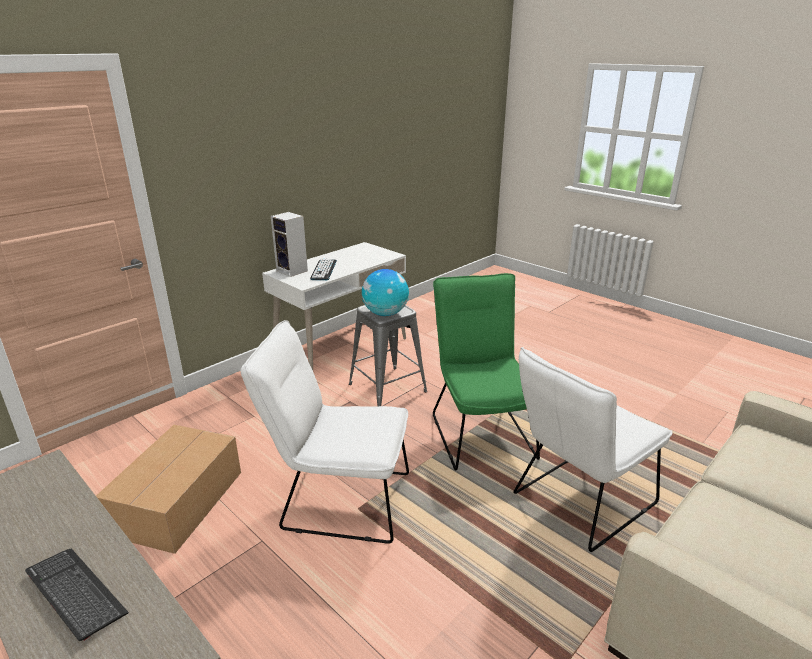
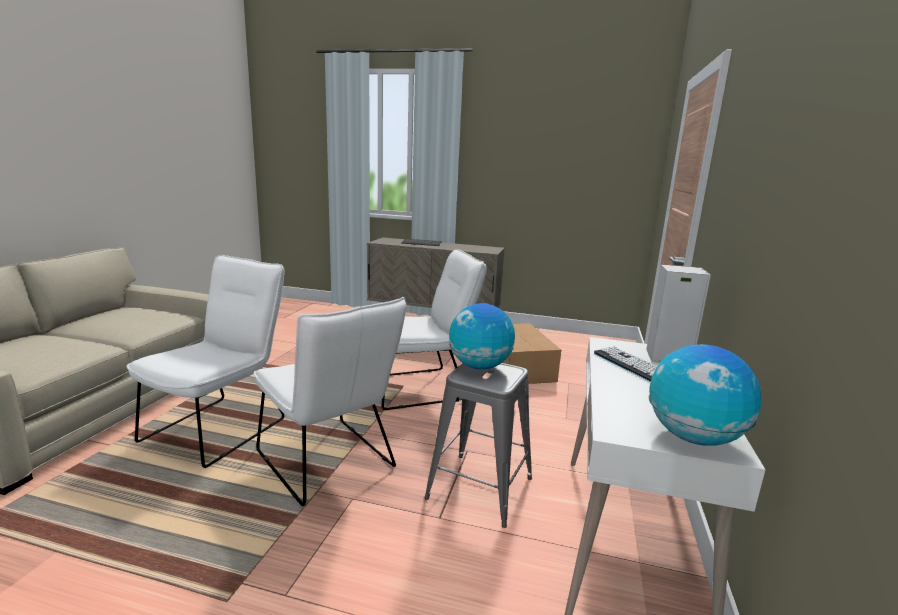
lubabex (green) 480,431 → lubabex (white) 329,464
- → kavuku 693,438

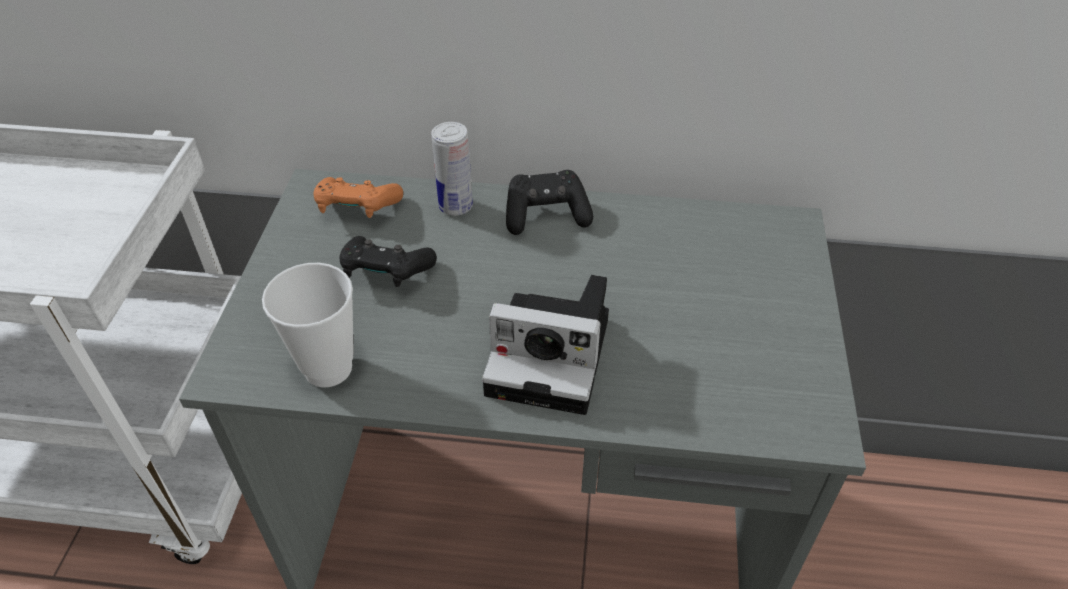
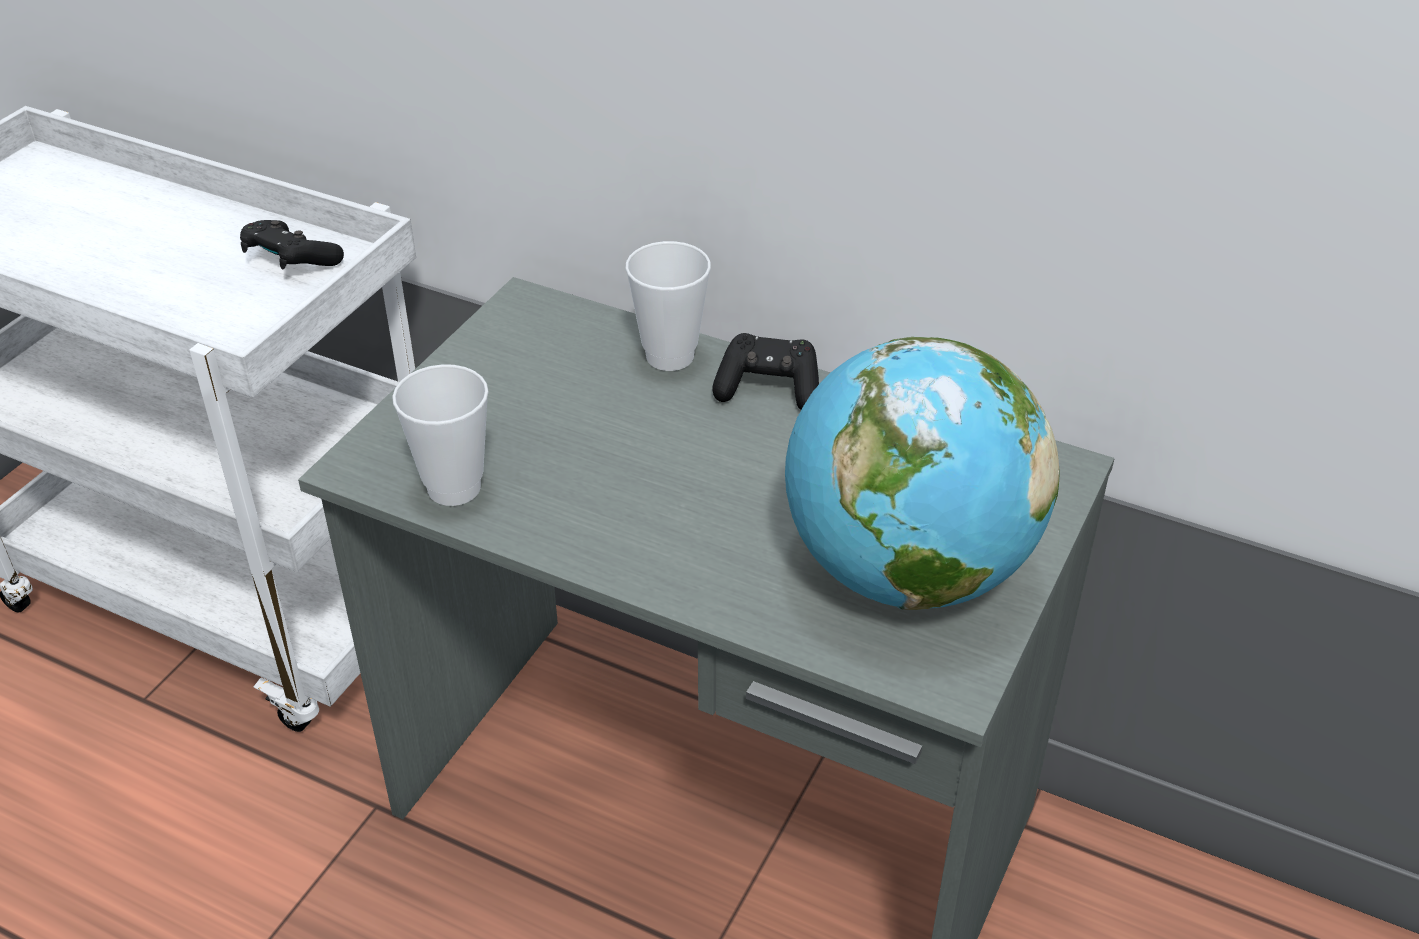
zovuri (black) 386,274 → zovuri (black) 291,262, relocated
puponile 455,206 → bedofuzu 670,356
- → kavuku 906,571
zovuri (orange) 357,209 → -
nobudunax 554,355 → -

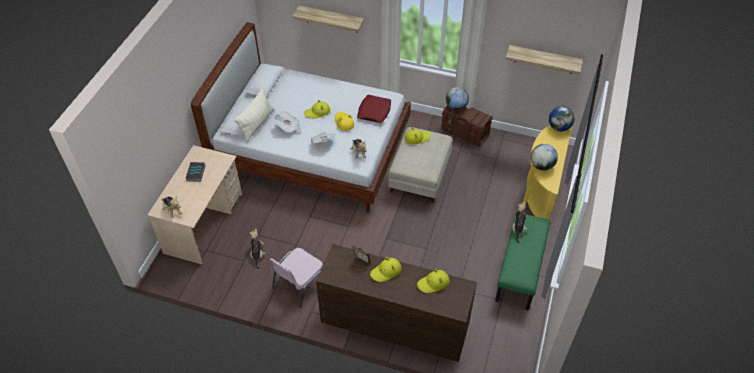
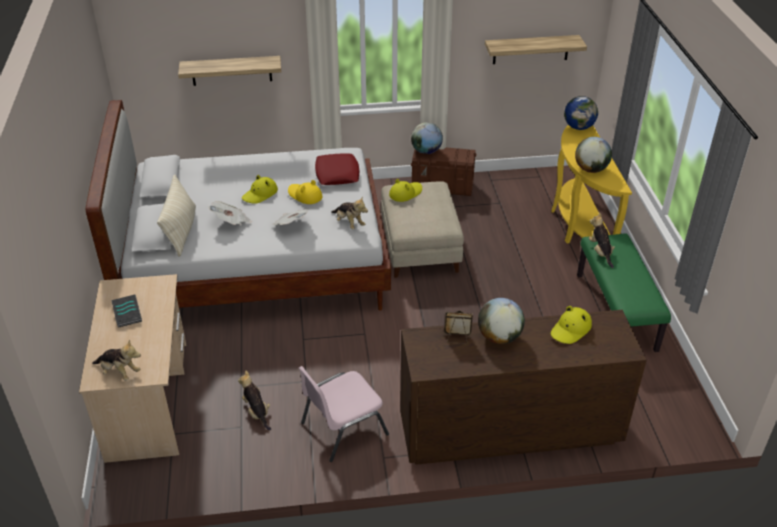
lubabex (pink) 299,284 → lubabex (pink) 342,428, 45 degrees clockwise
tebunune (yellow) 386,271 → kavuku 499,337

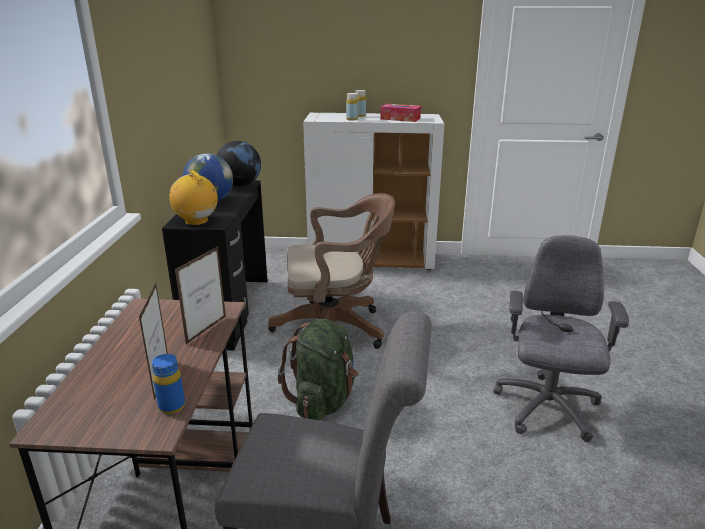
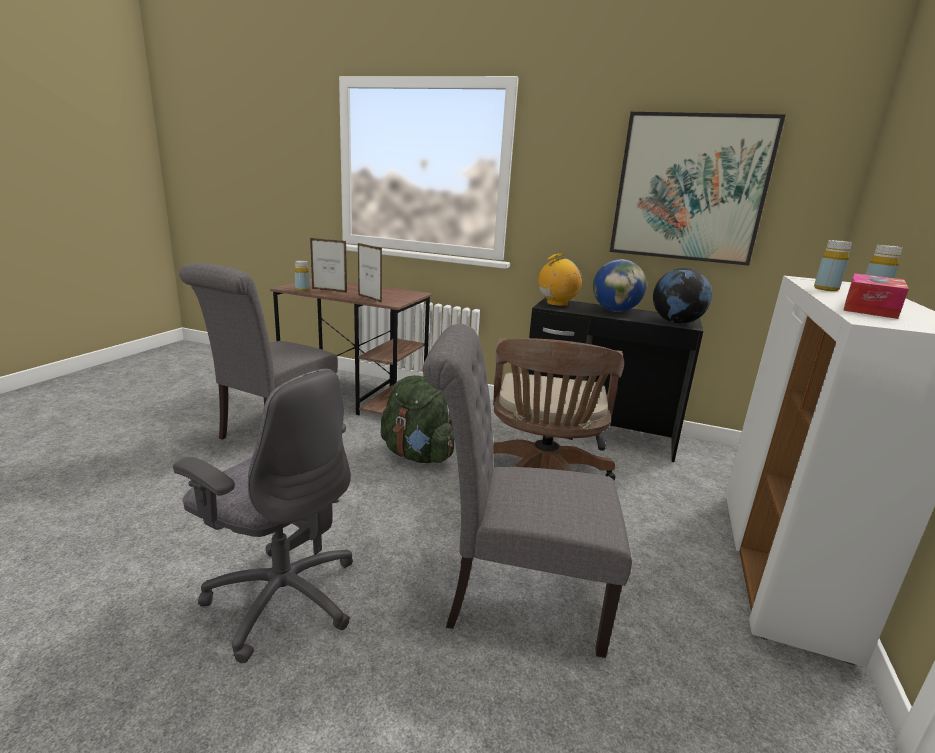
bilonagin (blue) 172,406 → bilonagin (yellow) 302,290
- → lubabex (grey) 514,599
- → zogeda 689,189

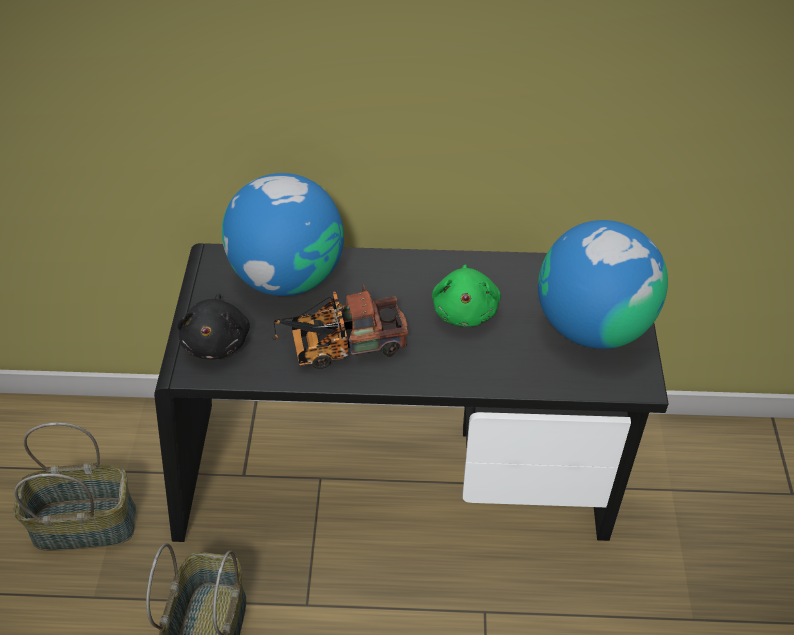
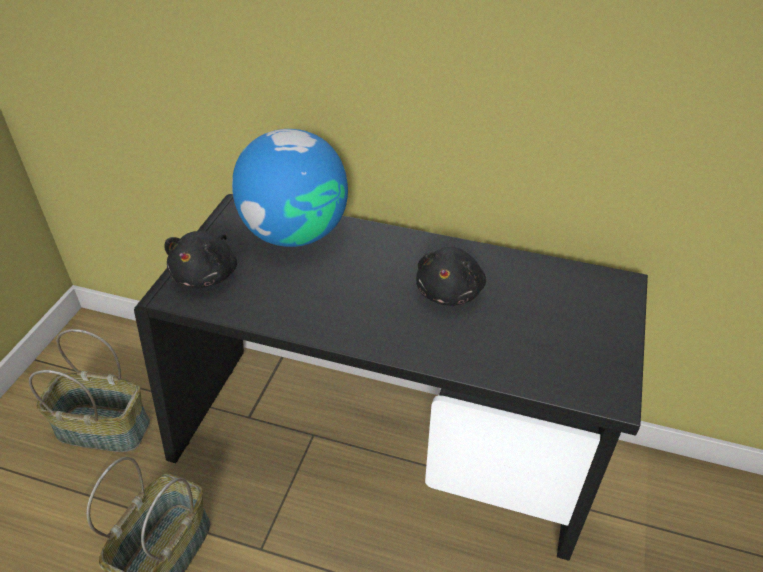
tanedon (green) 465,310 → tanedon (black) 450,291
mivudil 341,346 → -
kavuku 593,326 → -

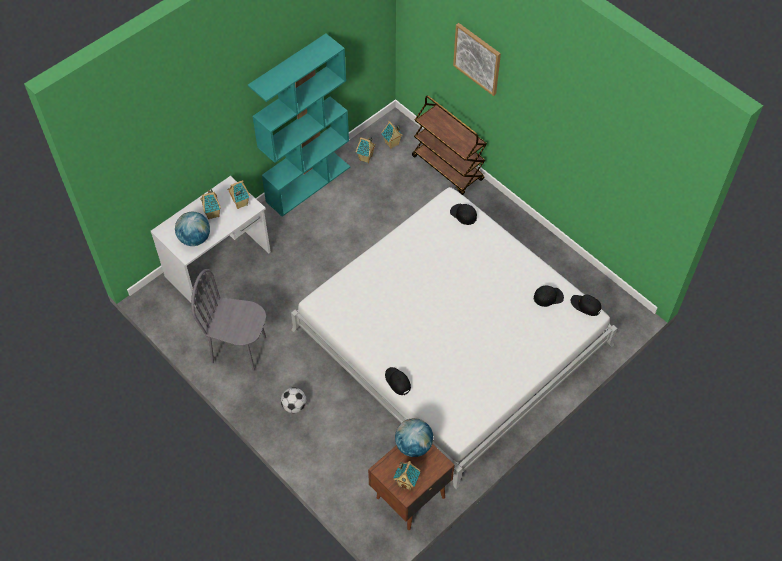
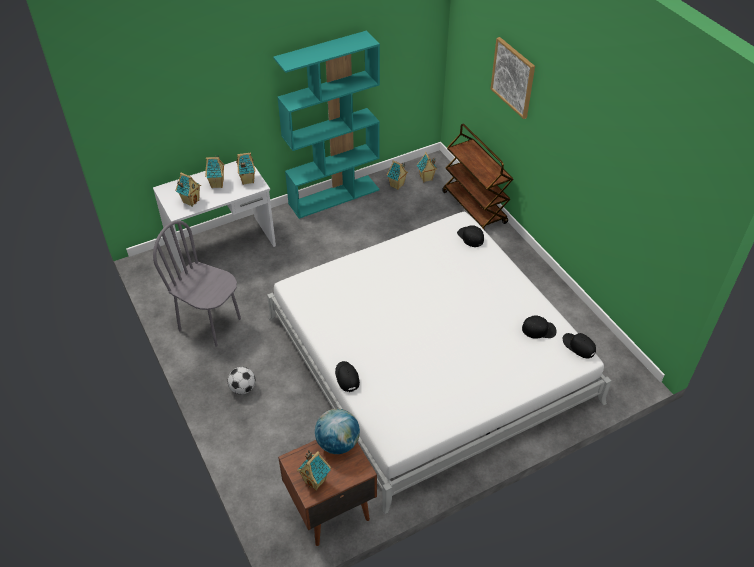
kavuku 195,238 → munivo 191,201

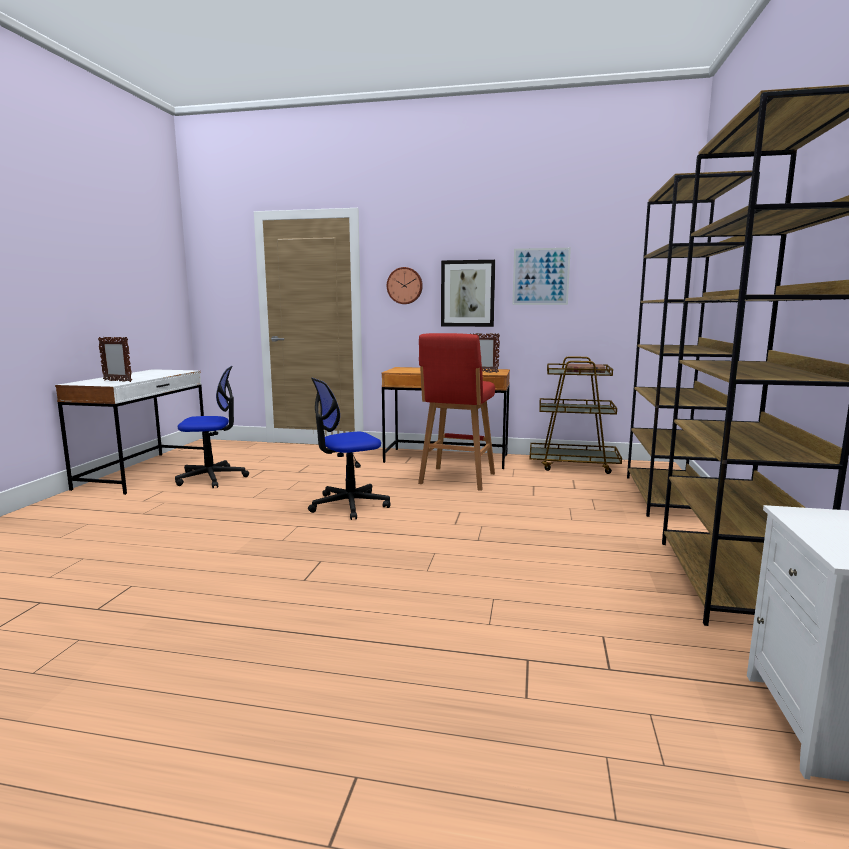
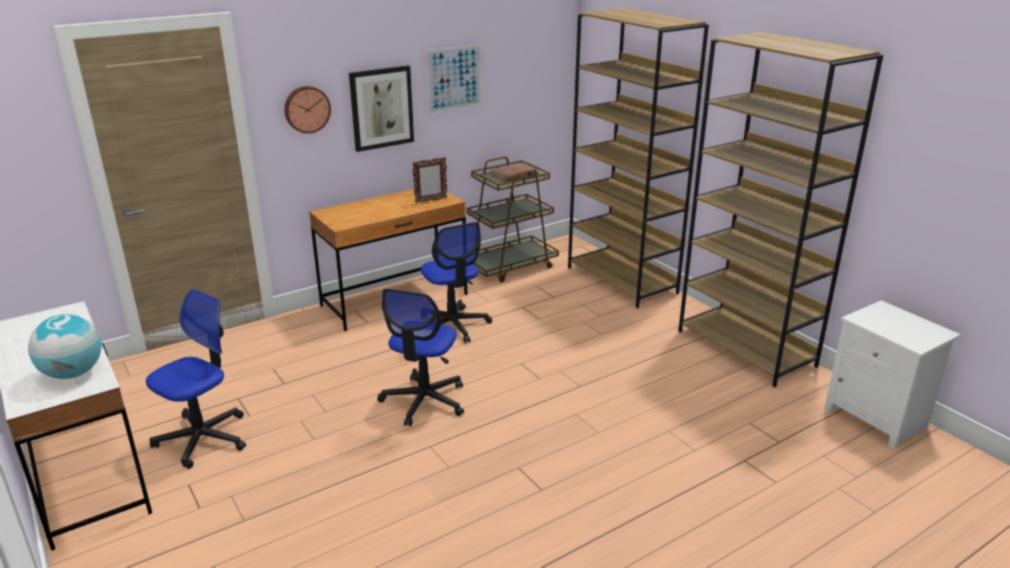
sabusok 117,381 → kavuku 73,373
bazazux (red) 456,479 → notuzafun 453,325

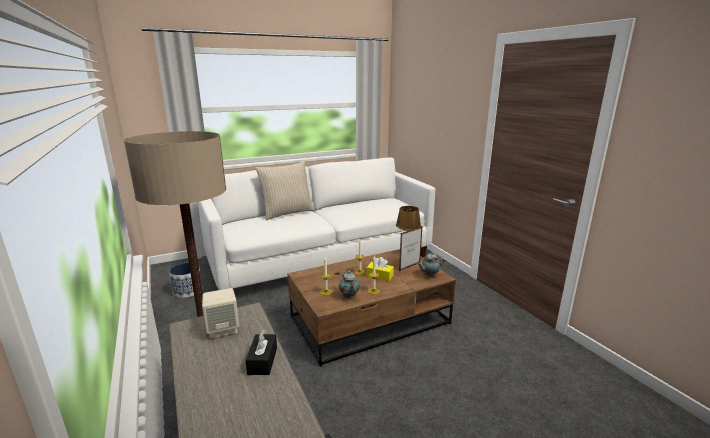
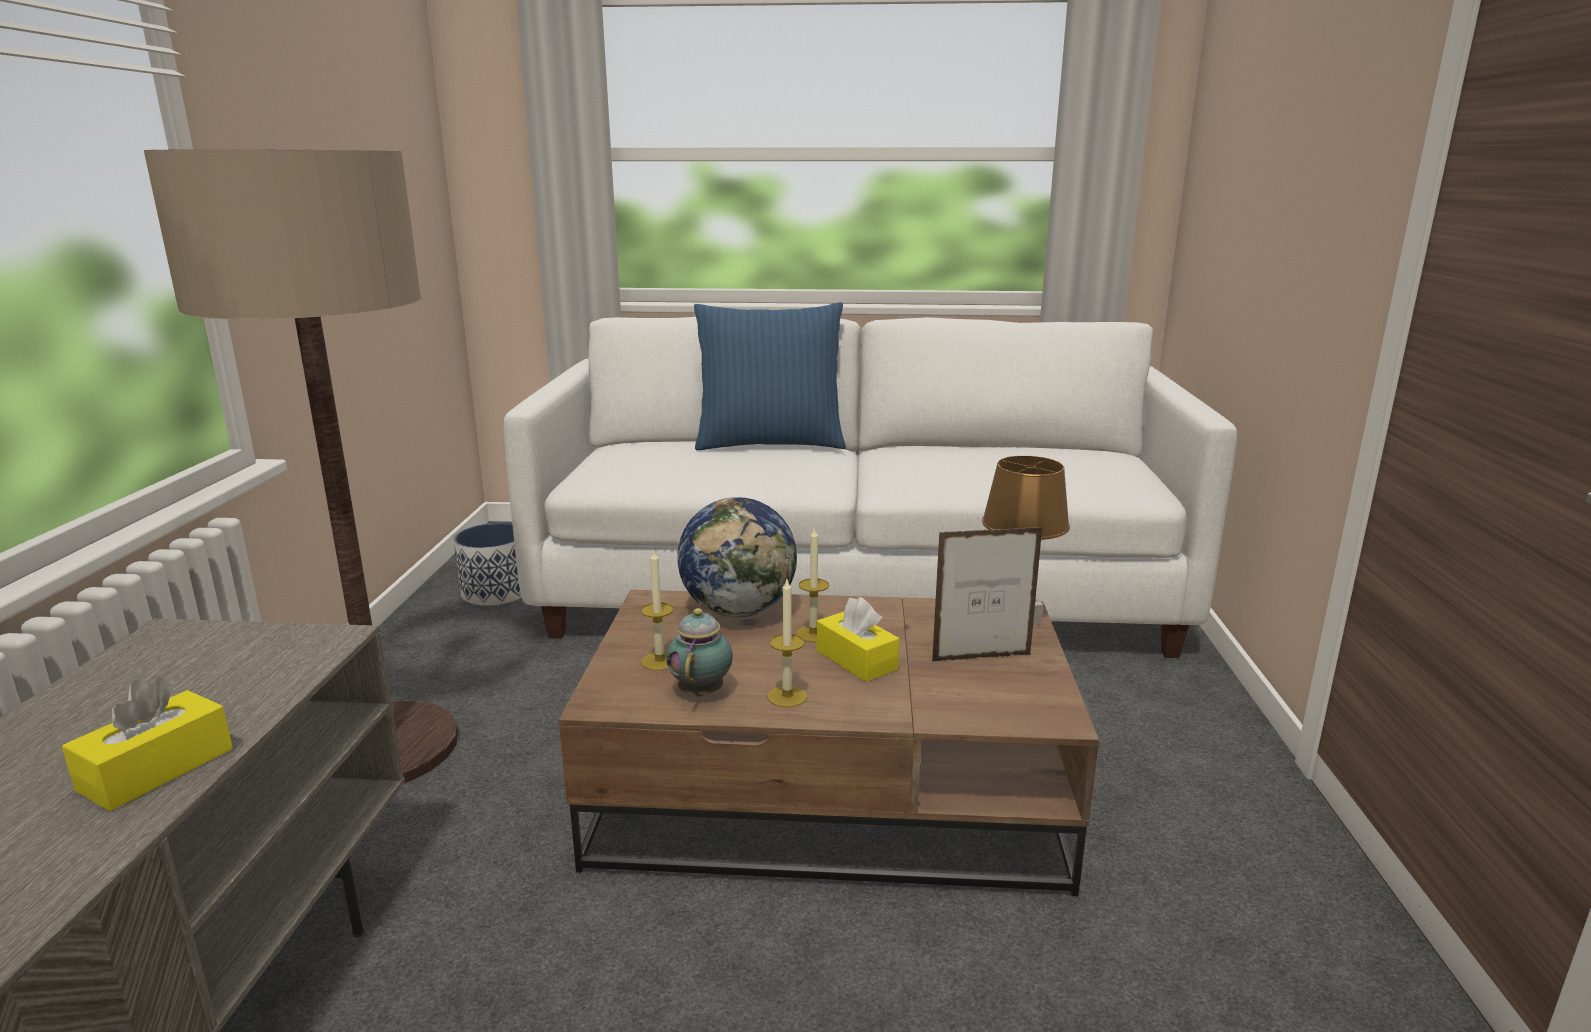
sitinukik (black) 262,361 → sitinukik (yellow) 157,769
- → kavuku 739,611
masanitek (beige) 287,213 → masanitek (blue) 770,443
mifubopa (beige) 223,329 → -
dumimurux 429,276 → -

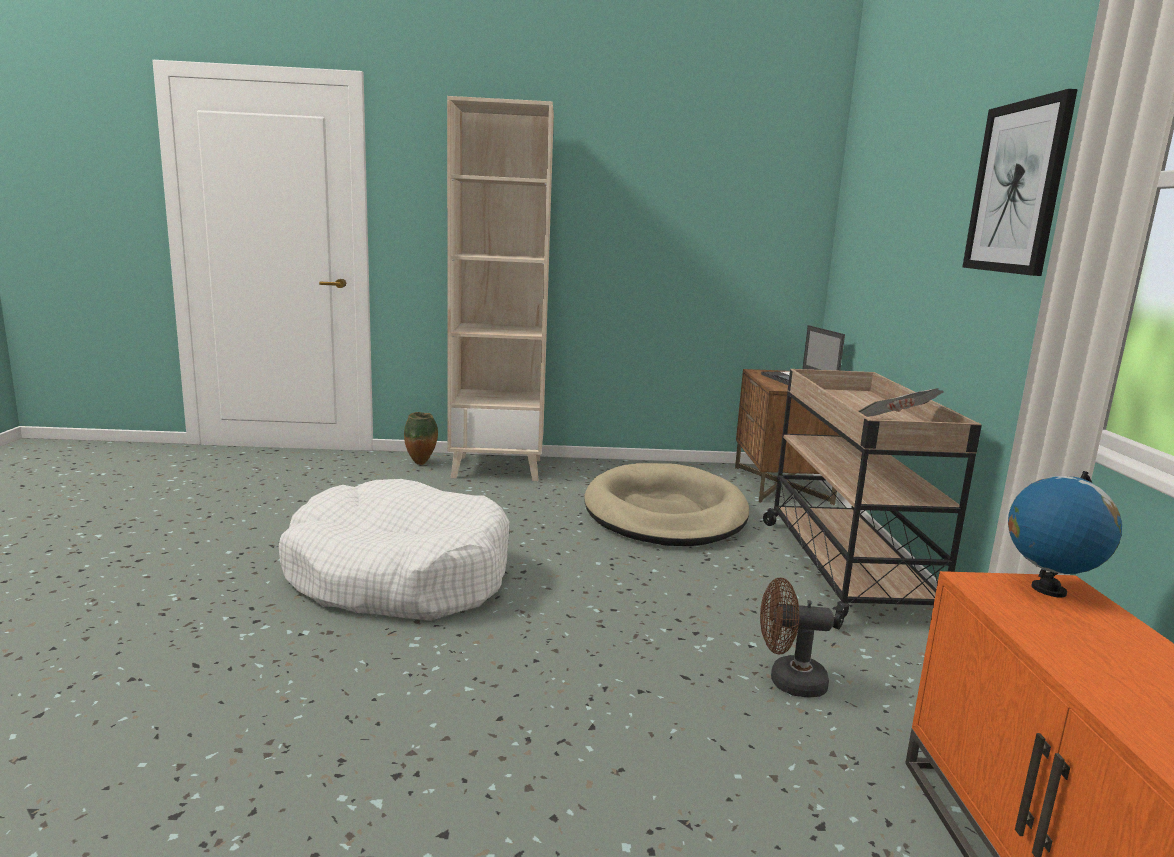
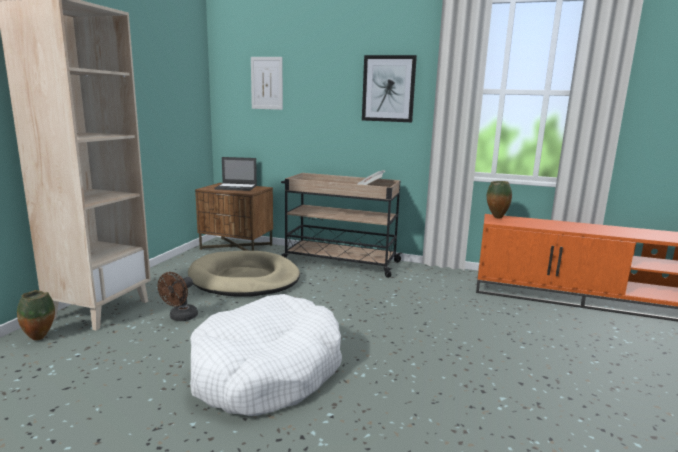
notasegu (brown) 788,682 → notasegu (brown) 180,318, relocated
- → zogeda 267,83
kavuku 1048,590 → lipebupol 496,218

